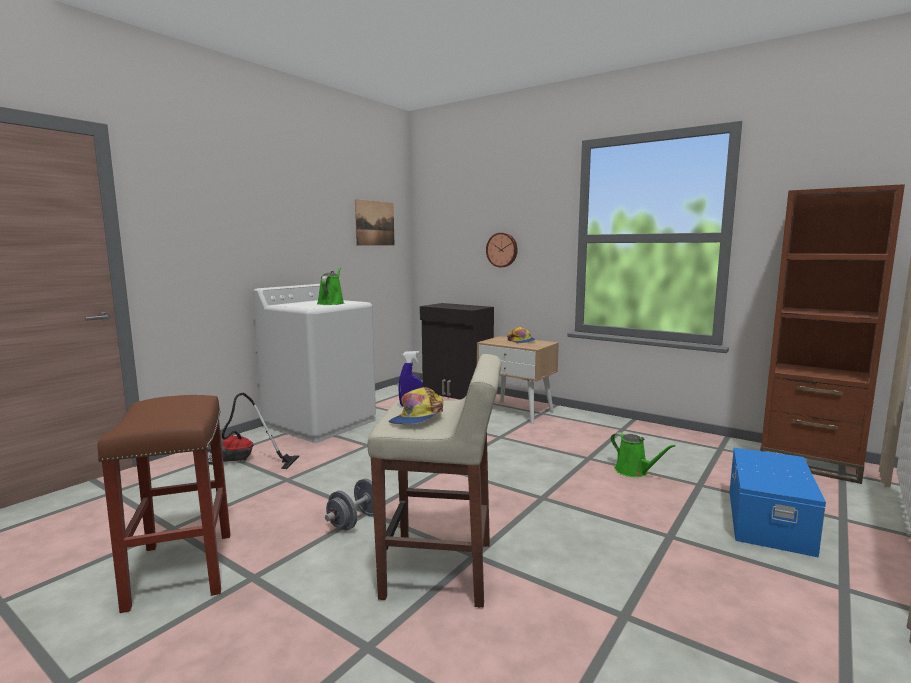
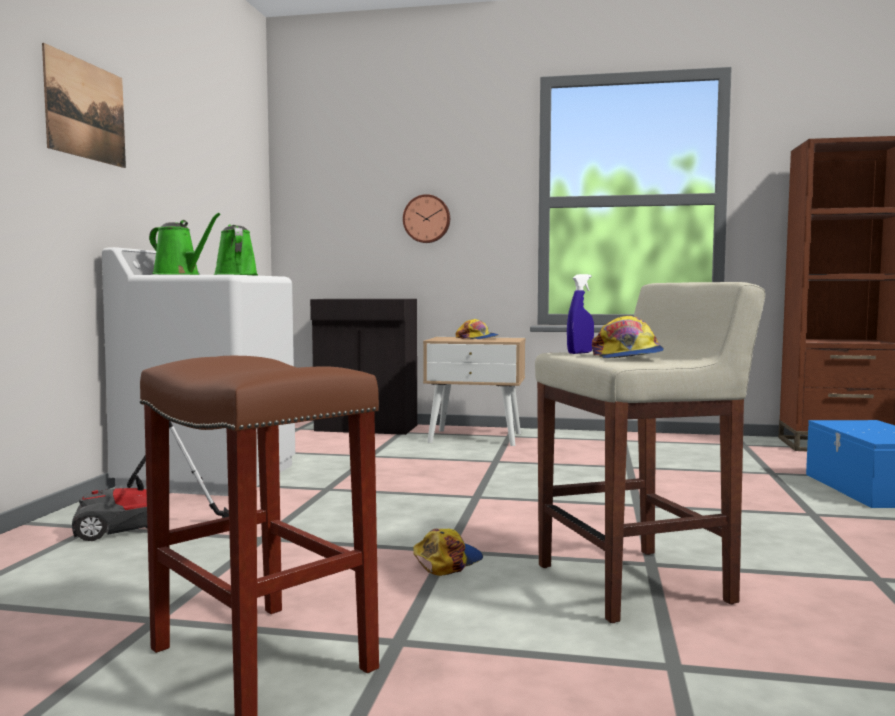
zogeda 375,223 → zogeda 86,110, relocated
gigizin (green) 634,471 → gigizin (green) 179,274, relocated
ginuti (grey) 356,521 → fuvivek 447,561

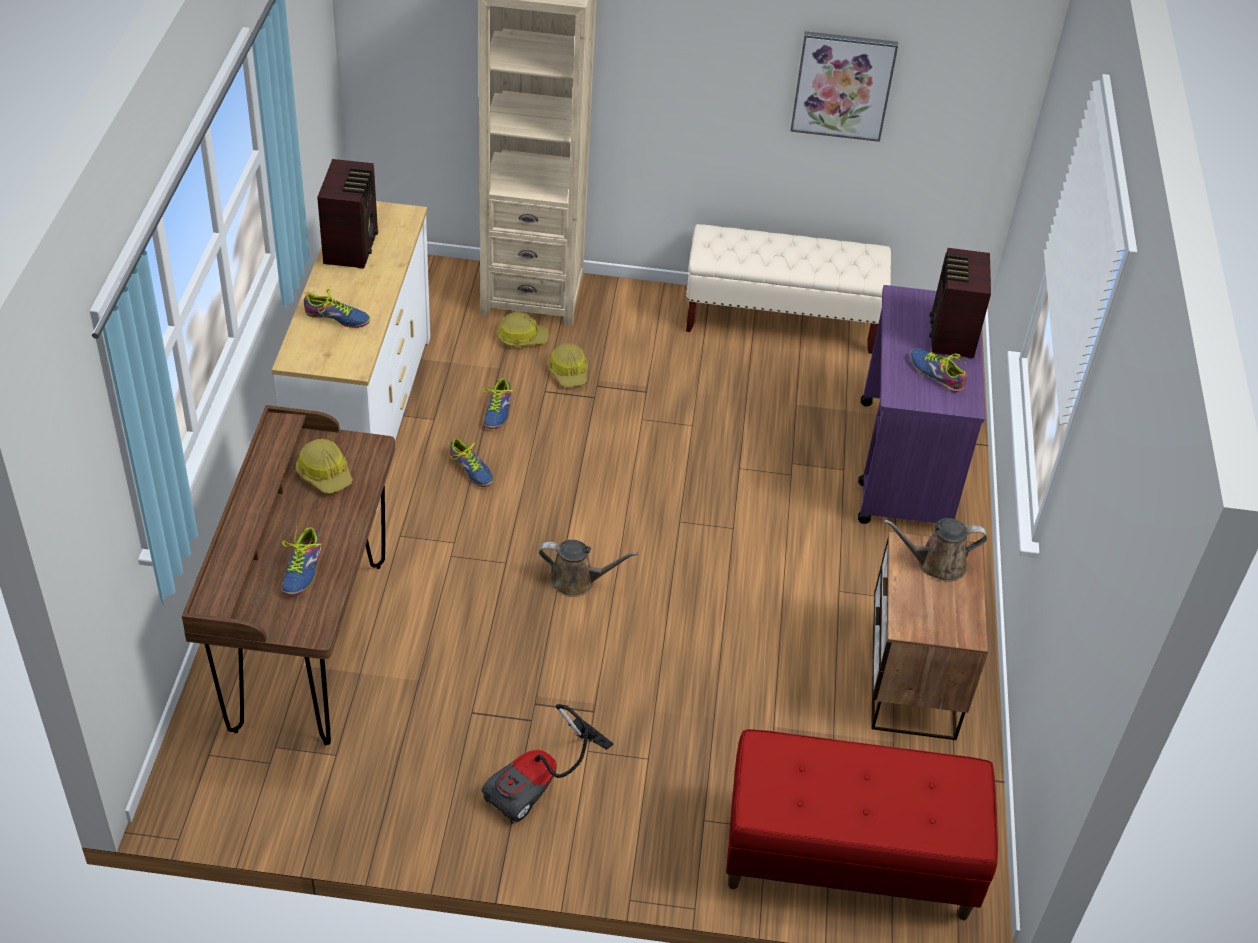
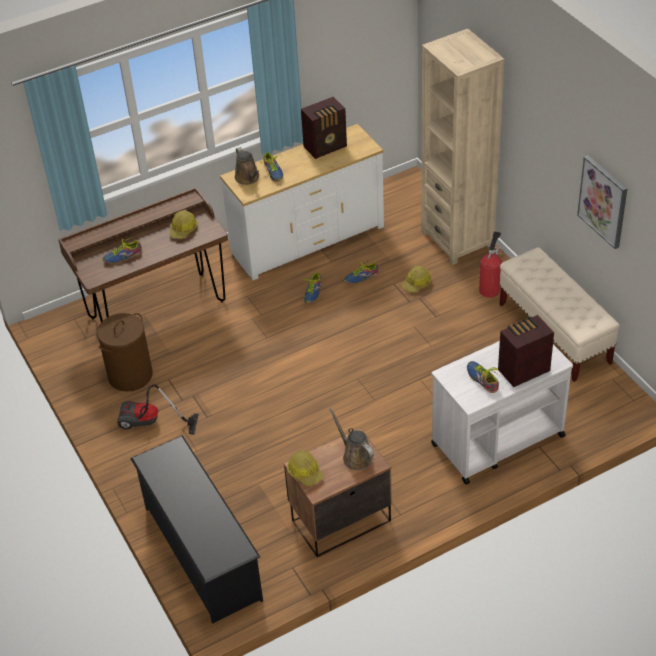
- → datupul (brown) 130,375
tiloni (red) 848,860 → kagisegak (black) 201,552
gigizin (brown) 577,581 → gigizin (brown) 248,178, relocated
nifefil 521,338 → nifefil 305,472, relocated
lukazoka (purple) 904,466 → lukazoka (white) 496,440
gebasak 936,374 → gebasak 482,379, 45 degrees counterclockwise
- → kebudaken 490,289

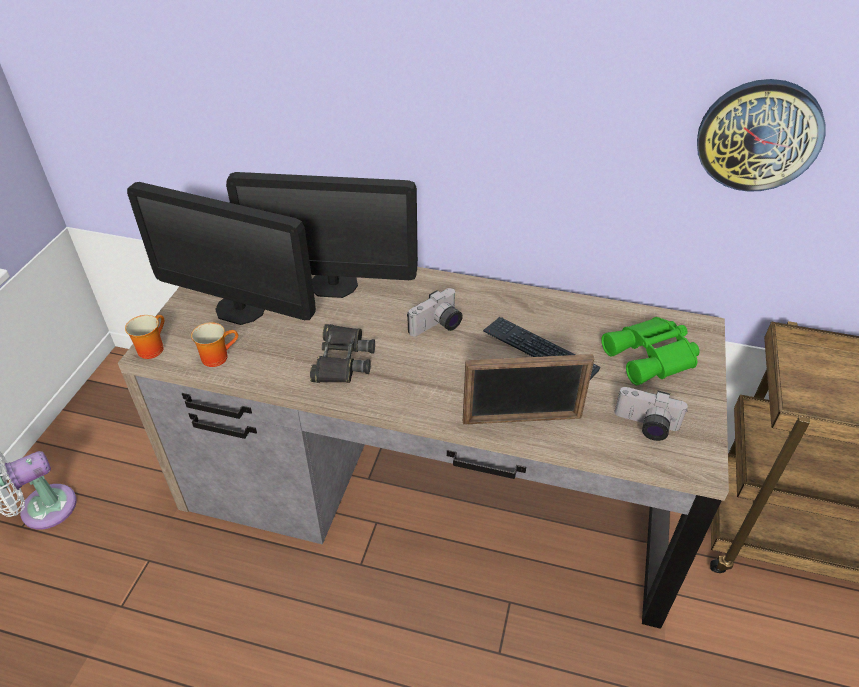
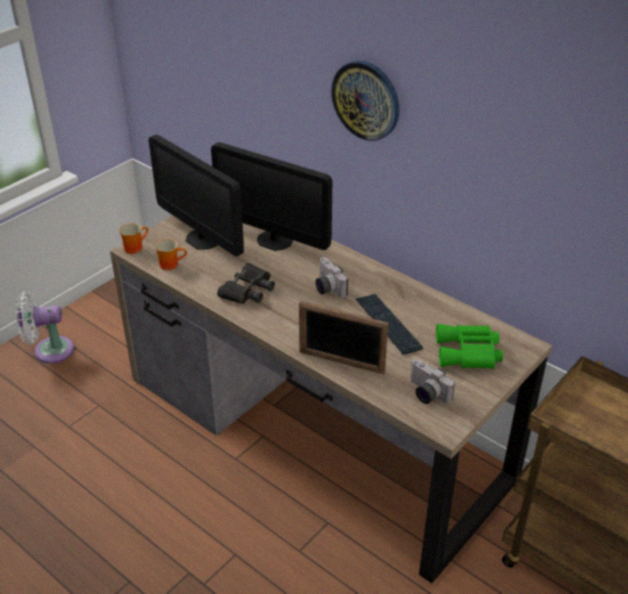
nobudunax 437,326 → nobudunax 327,288, 75 degrees clockwise
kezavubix 759,135 → kezavubix 366,100, relocated

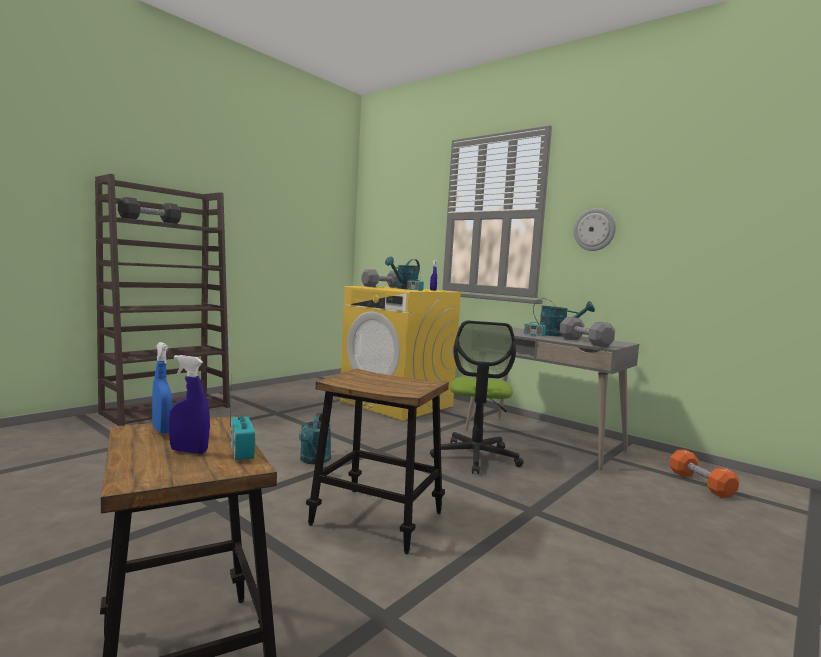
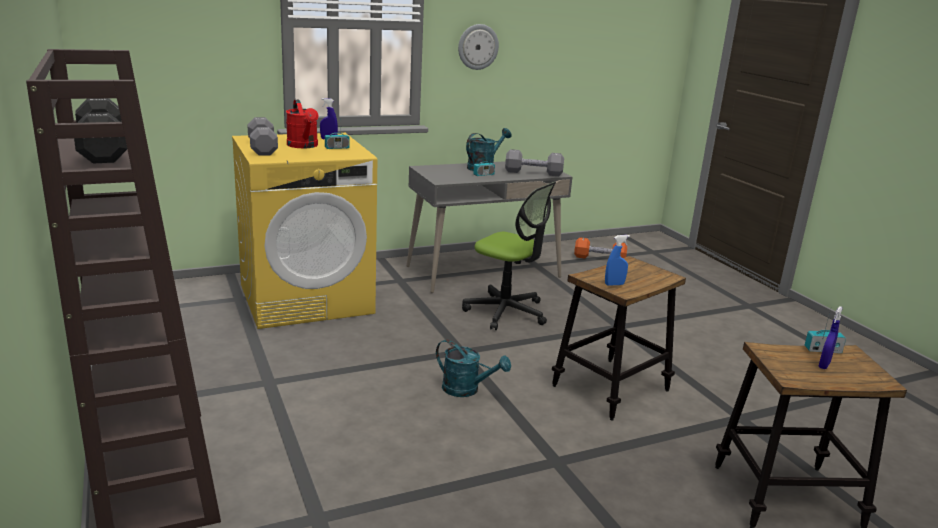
gigizin (turquoise) 404,288 → gigizin (red) 304,146
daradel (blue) 162,430 → daradel (blue) 614,284, relocated

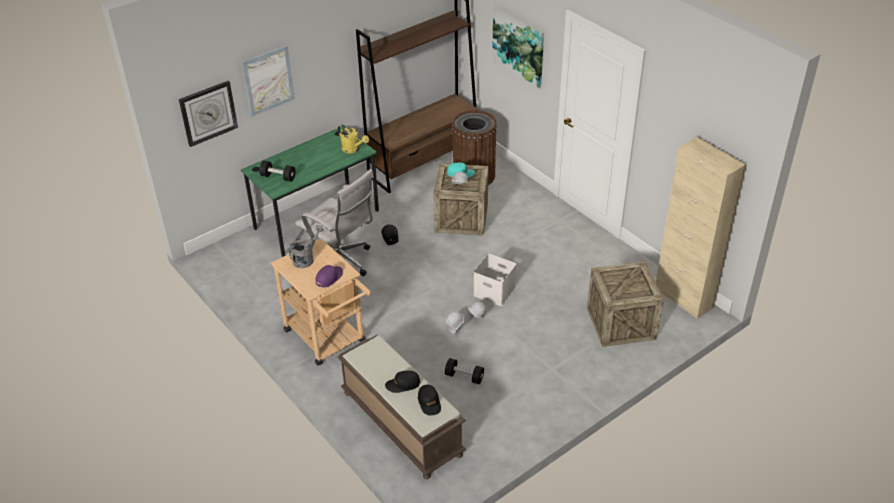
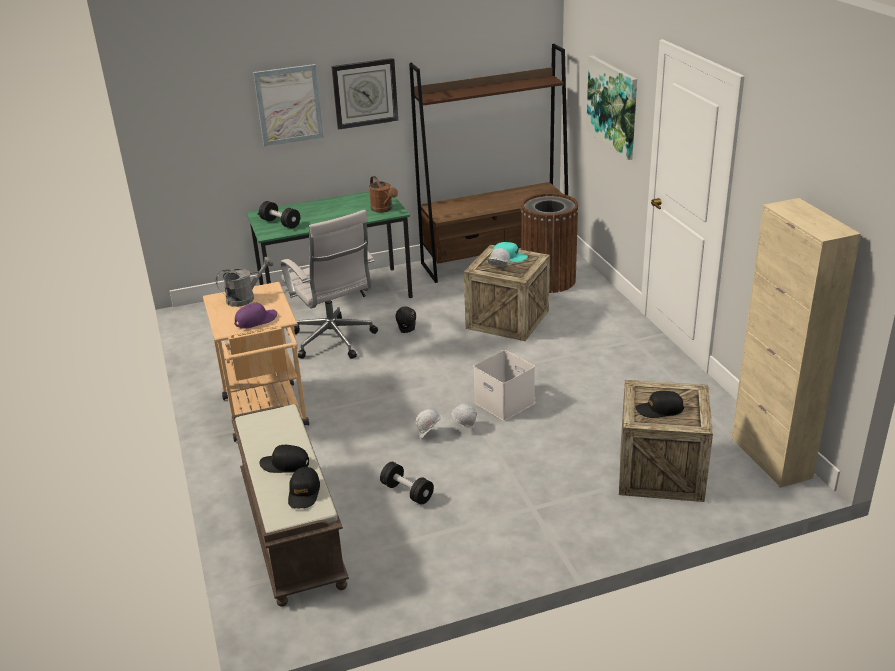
kezavubix 208,113 → kezavubix 365,93, relocated
gigizin (yellow) 353,149 → gigizin (brown) 384,209
- → fuvivek (black) 659,410

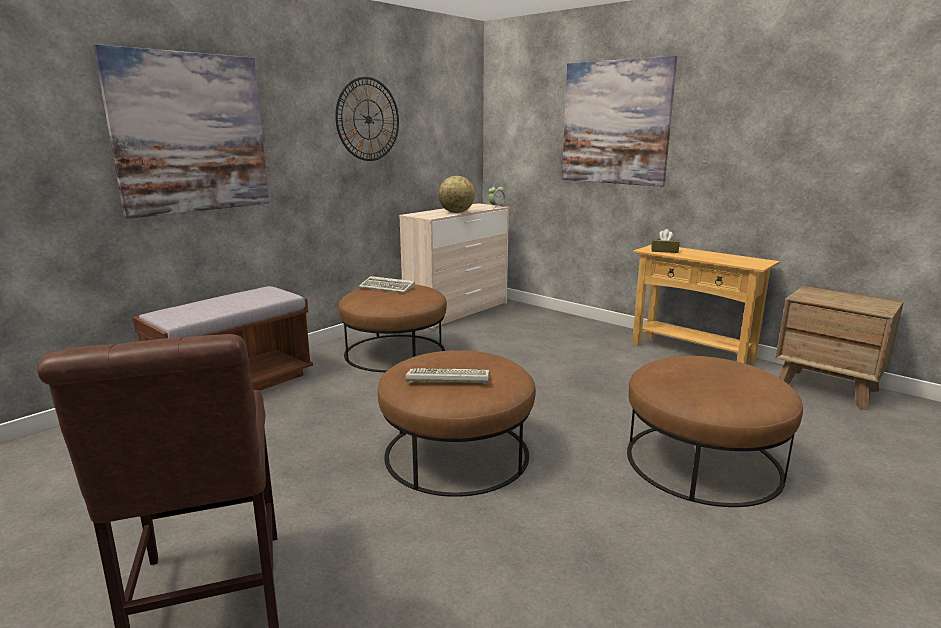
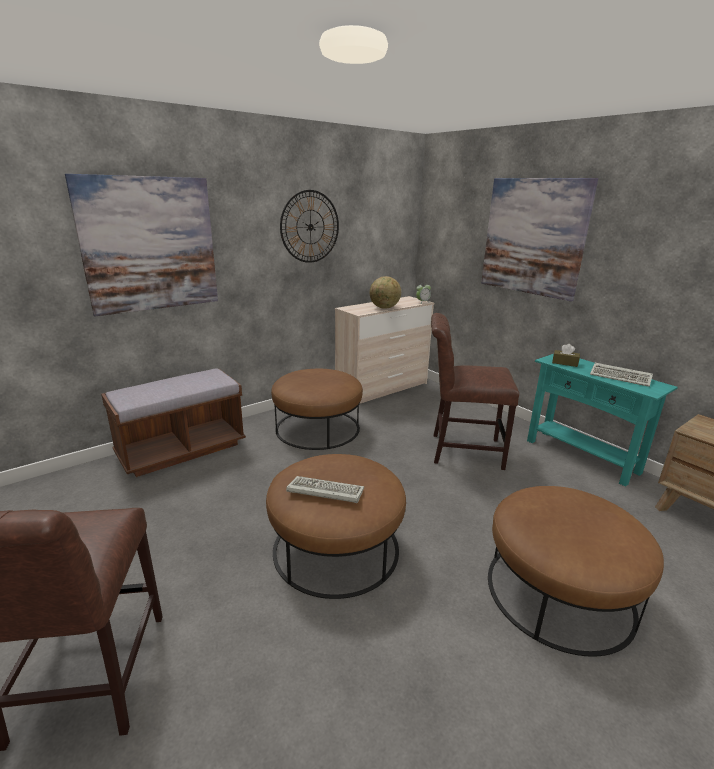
- → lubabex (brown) 461,450
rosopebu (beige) 691,352 → rosopebu (turquoise) 581,456
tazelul 388,287 → tazelul 621,377, relocated

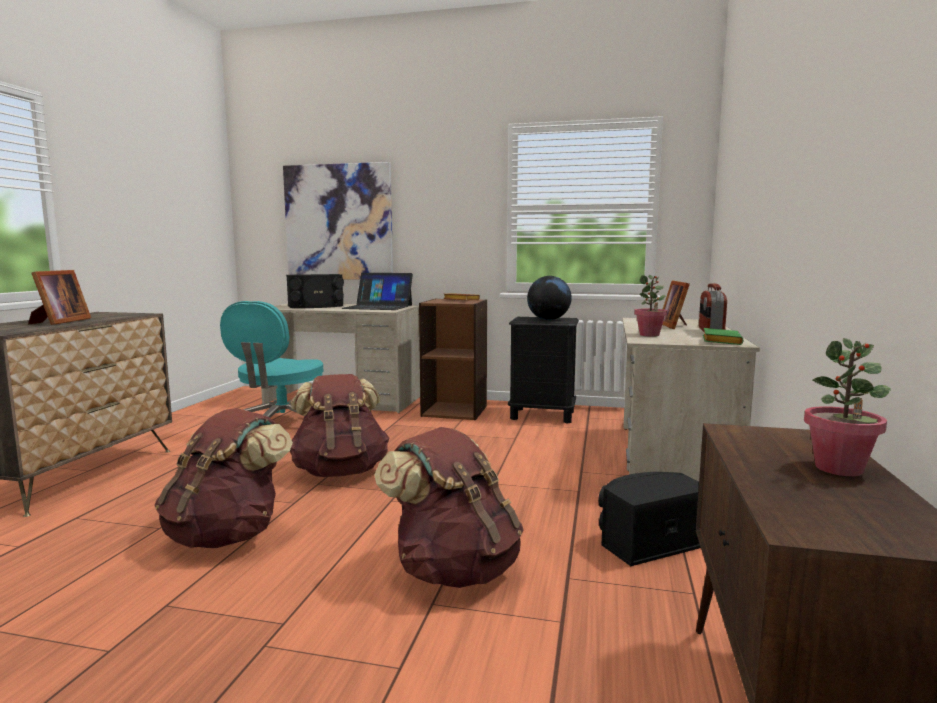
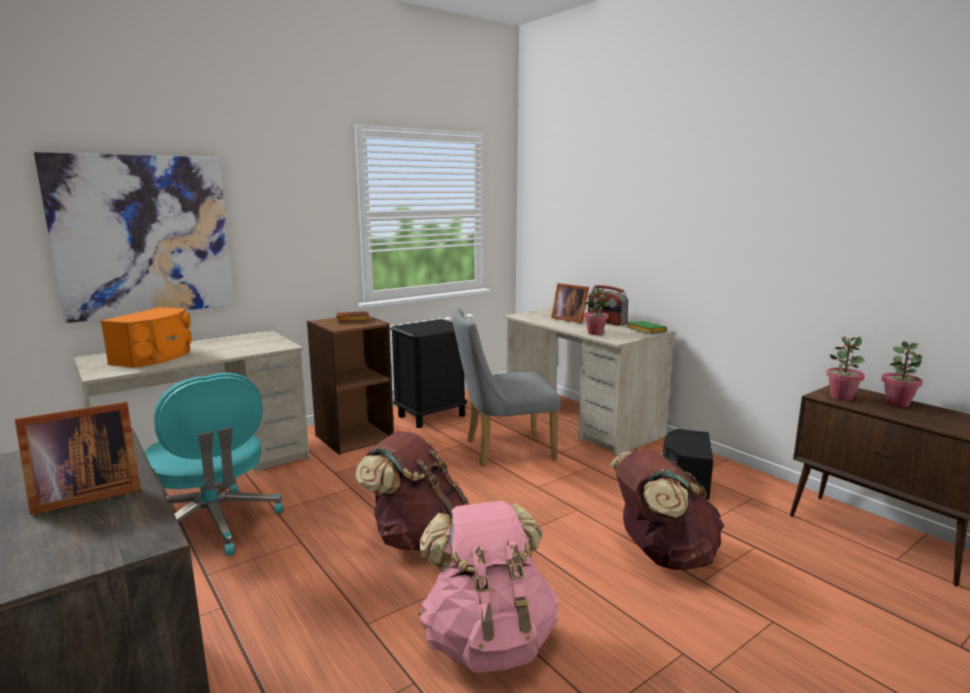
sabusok 59,322 → sabusok 83,495, 105 degrees clockwise
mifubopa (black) 316,306 → mifubopa (orange) 155,357
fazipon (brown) 228,535 → fazipon (pink) 488,640
- → lubabex (grey) 502,450
- → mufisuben 841,397
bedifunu 378,307 → -
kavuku 548,319 → -

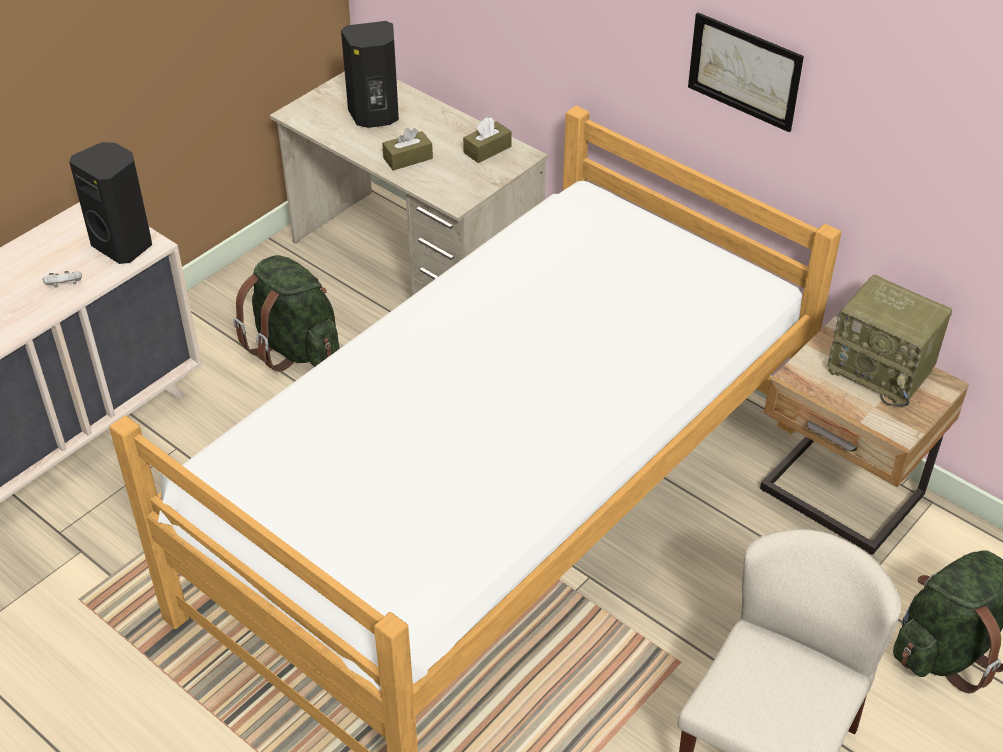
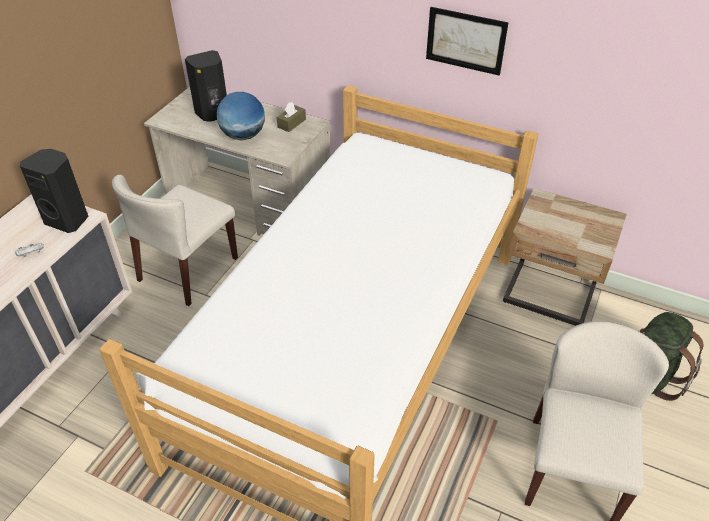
fazipon (green) 294,347 → lubabex (beige) 188,269
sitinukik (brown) 408,158 → kavuku 243,136
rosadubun 882,370 → -

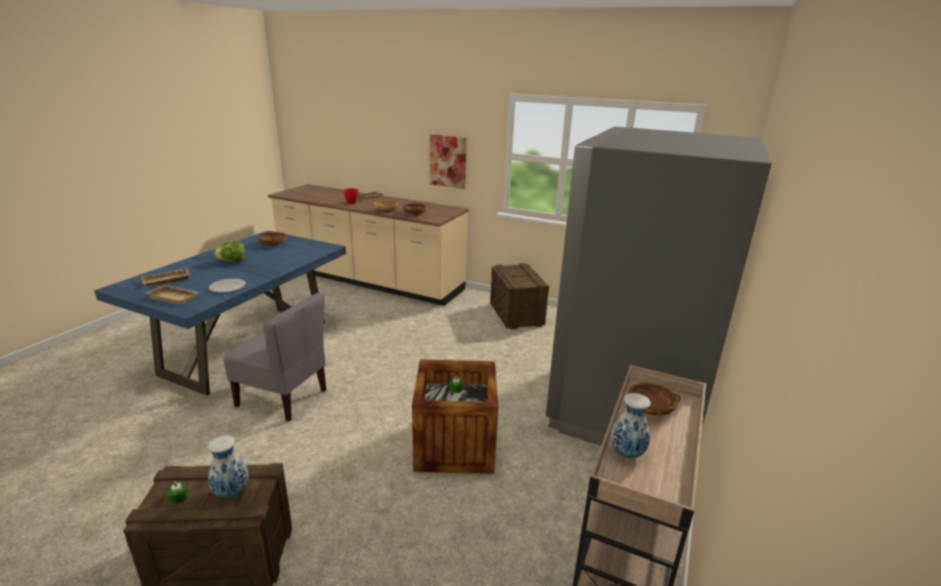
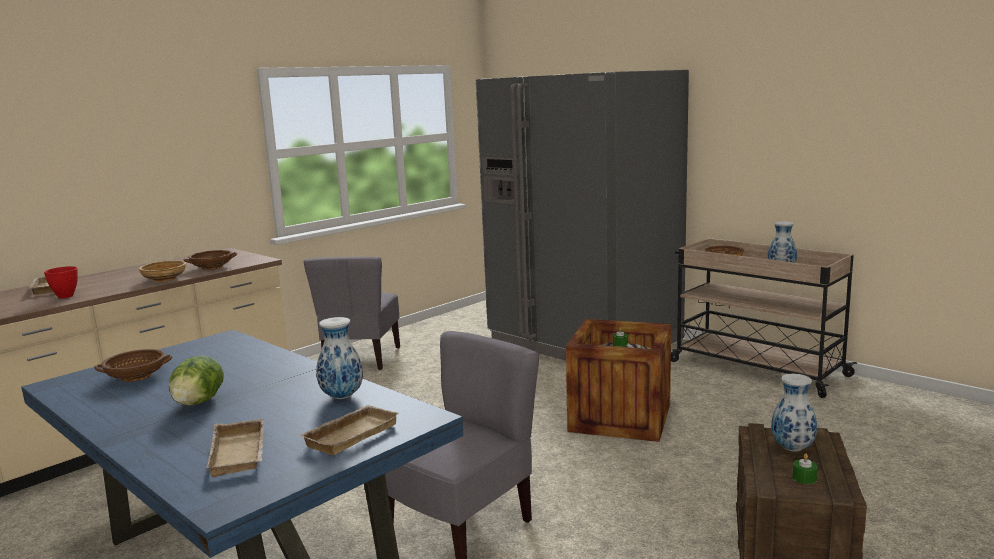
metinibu 516,314 → lubabex (grey) 361,359
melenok 228,287 → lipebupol 342,396
zogeda 448,161 → -

